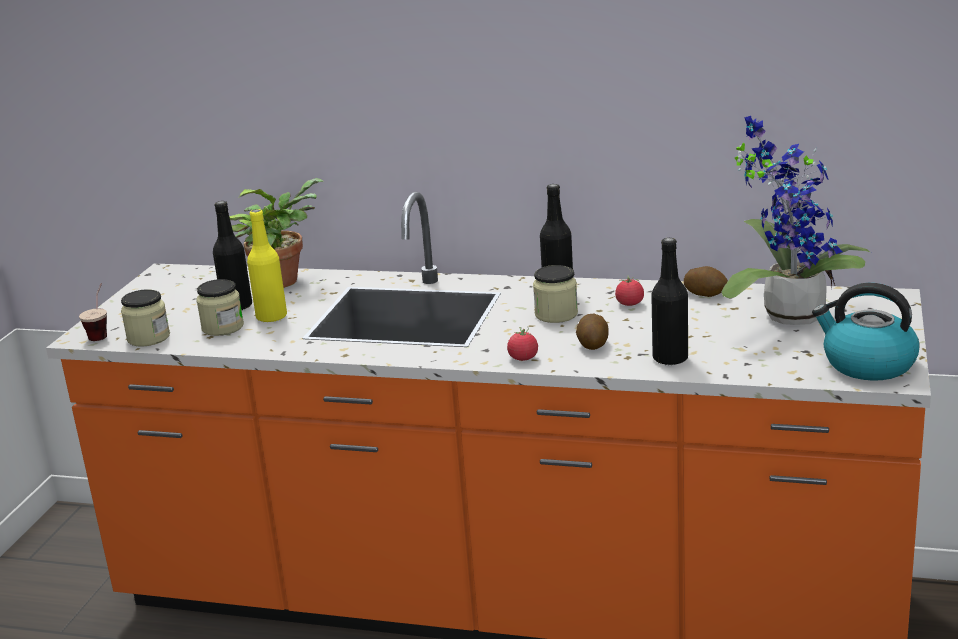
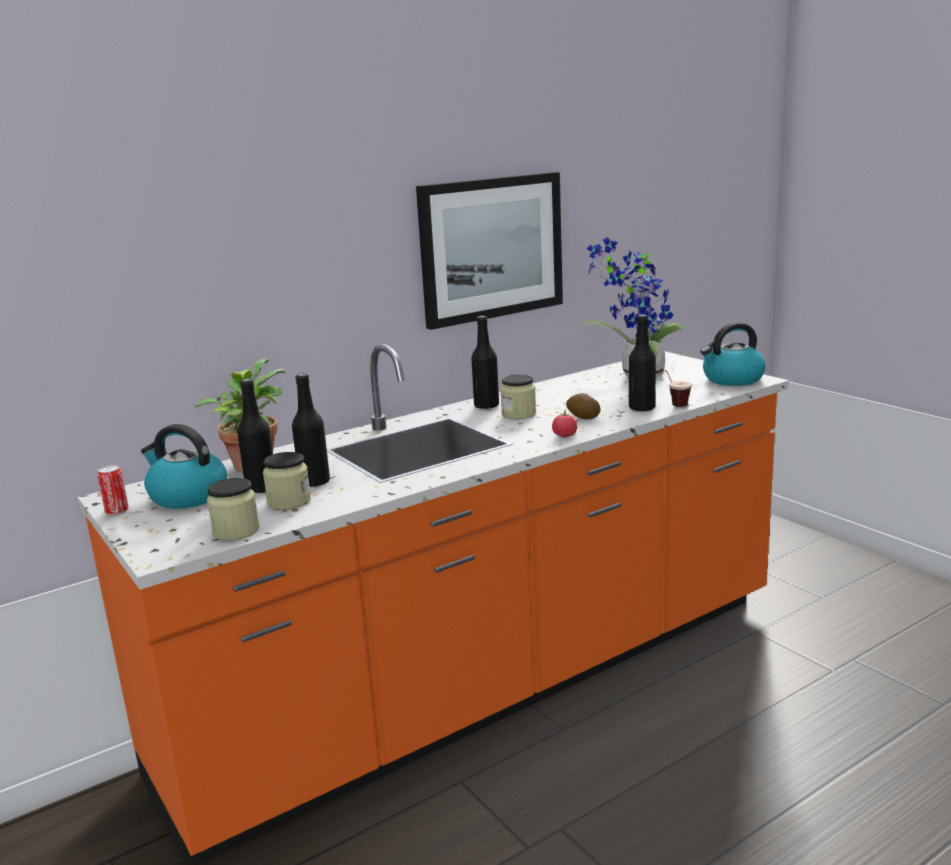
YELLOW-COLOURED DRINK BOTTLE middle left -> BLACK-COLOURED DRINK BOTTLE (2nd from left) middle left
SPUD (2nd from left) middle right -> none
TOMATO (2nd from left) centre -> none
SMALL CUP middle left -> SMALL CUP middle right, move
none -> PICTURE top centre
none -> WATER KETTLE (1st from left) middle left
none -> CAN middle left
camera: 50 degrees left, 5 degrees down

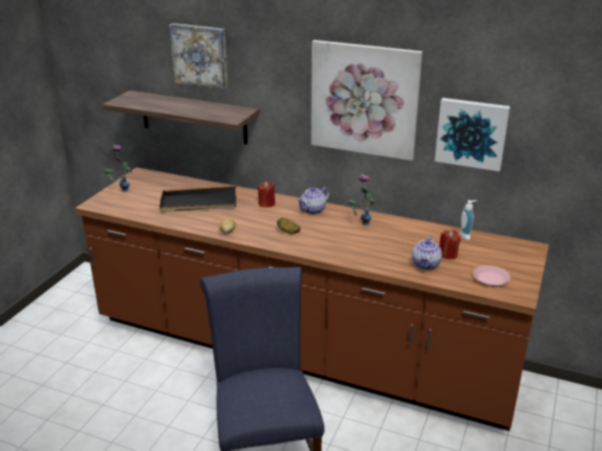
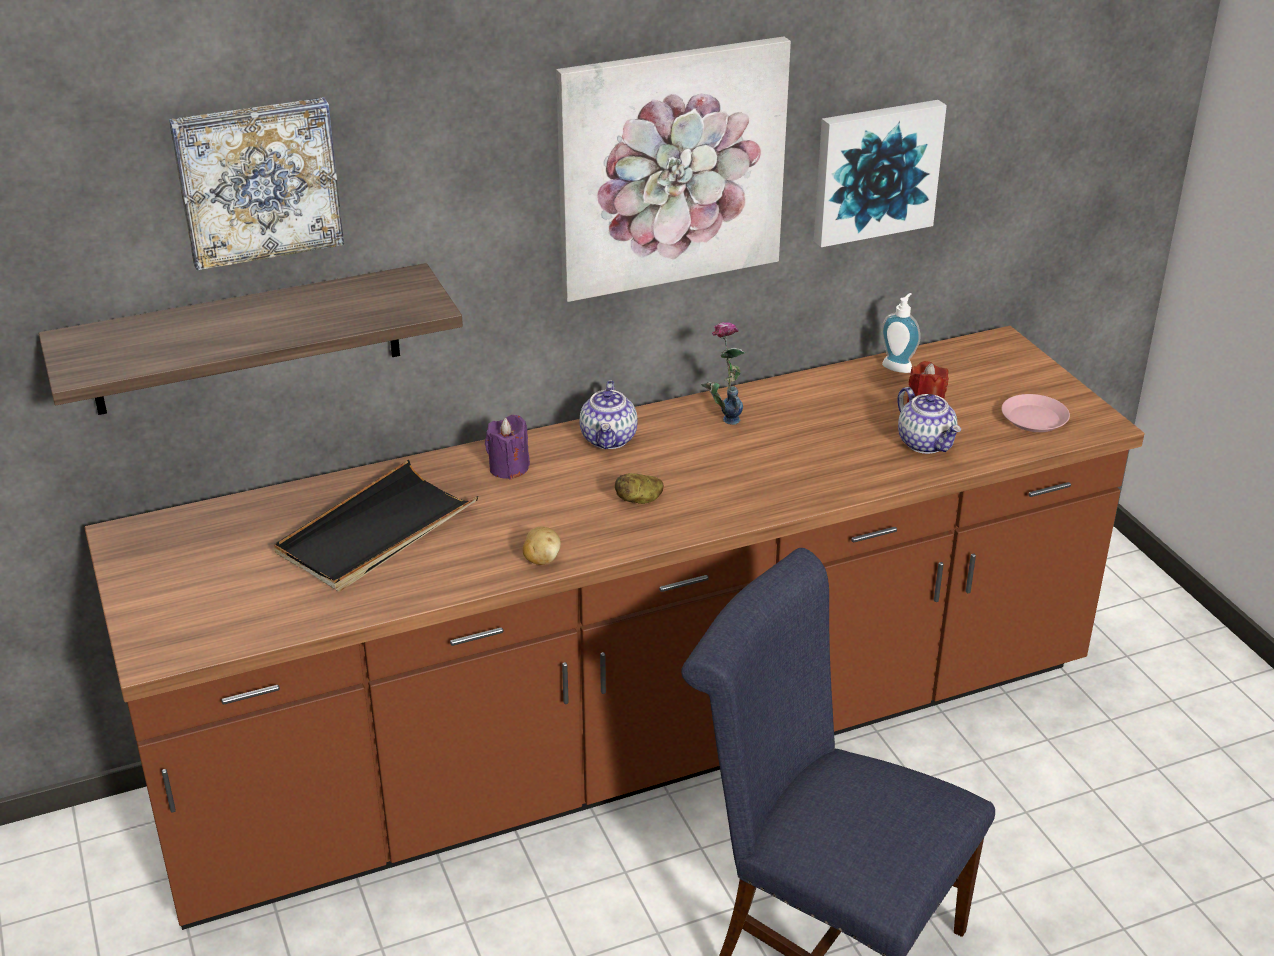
DECORATIVE VASE (1st from left) middle left -> none
REDDISH WAX LIGHT (1st from left) centre -> PURPLE WAX LIGHT centre
camera: 45 degrees left, 5 degrees up

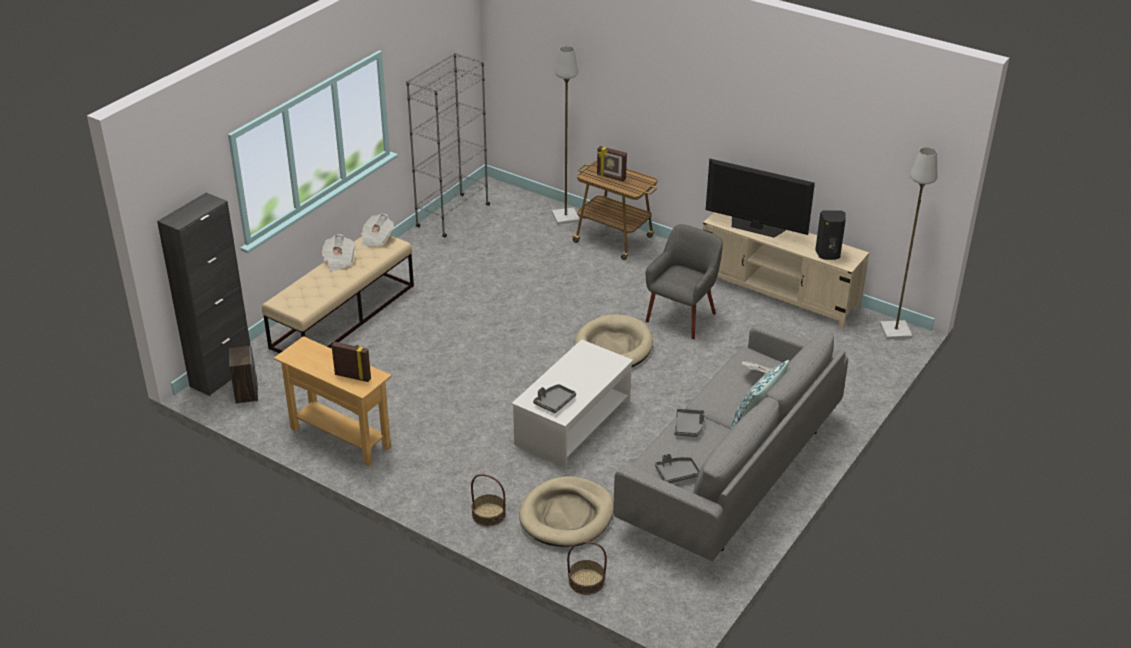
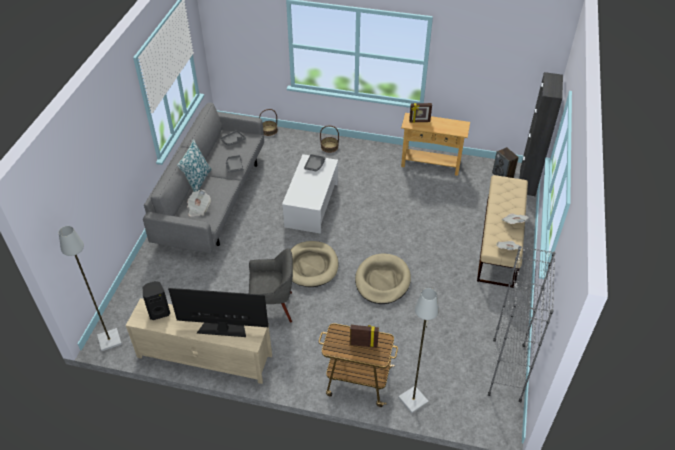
GREY LOUNGE CHAIR centre, 105 degrees counterclockwise
SAND-COLOURED PET BED (1st from left in the first image) bottom centre -> SAND-COLOURED PET BED (2nd from left) centre, move
camera: 160 degrees right, 10 degrees up

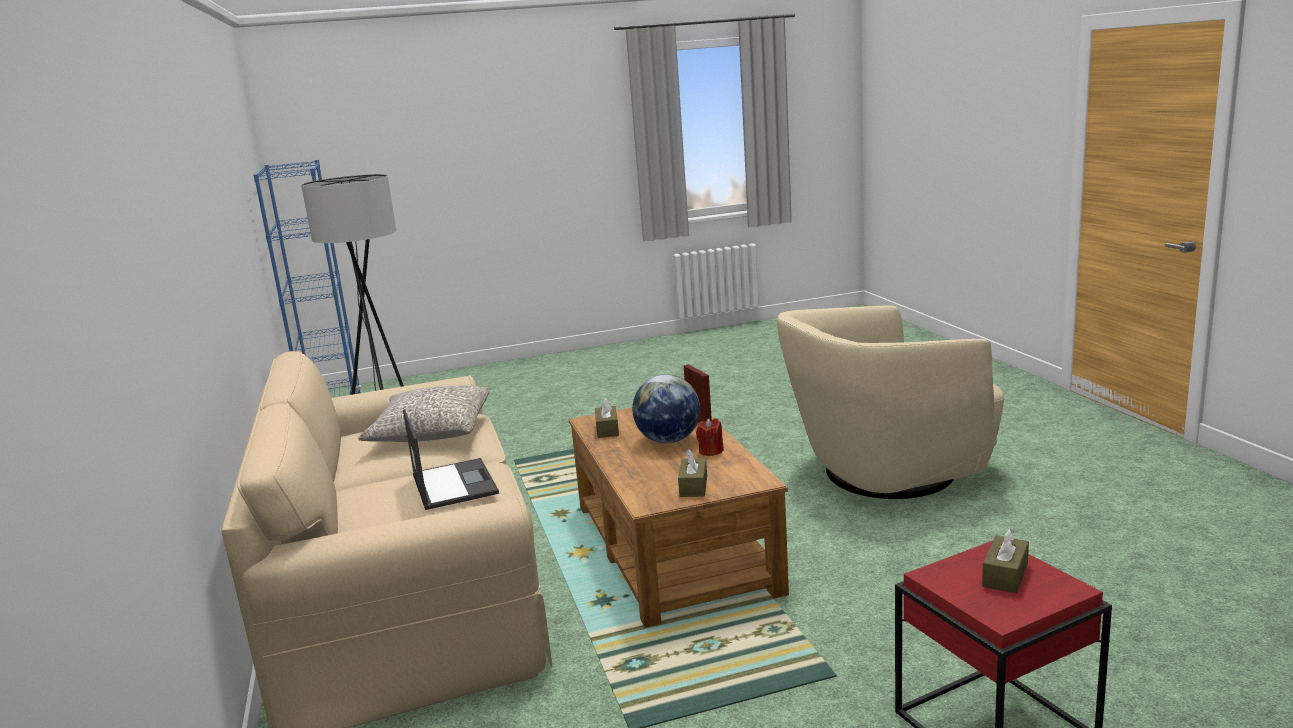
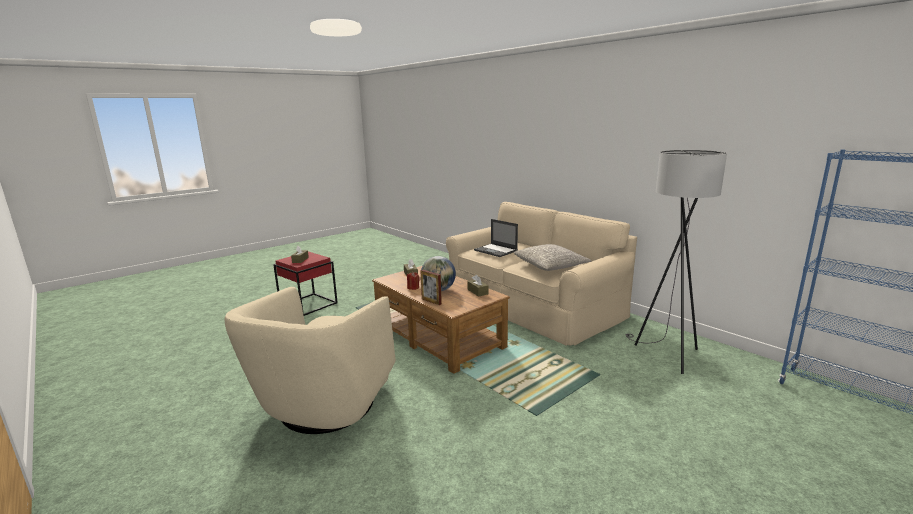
SAND-COLOURED LOUNGE CHAIR middle right -> SAND-COLOURED LOUNGE CHAIR bottom centre, 150 degrees clockwise
camera: 155 degrees right, 0 degrees up

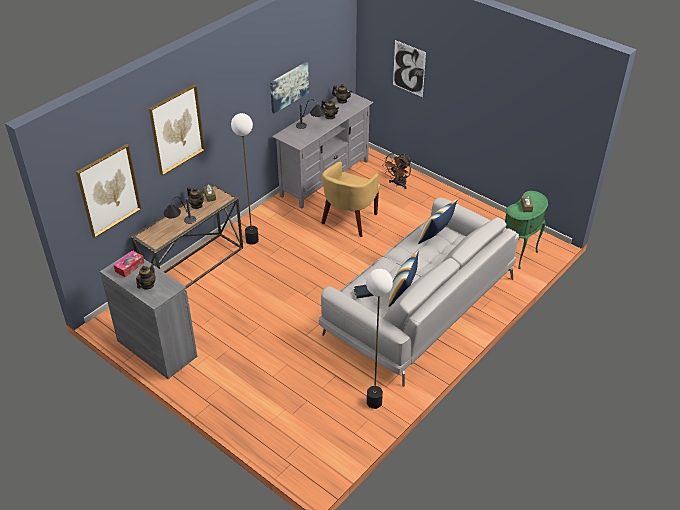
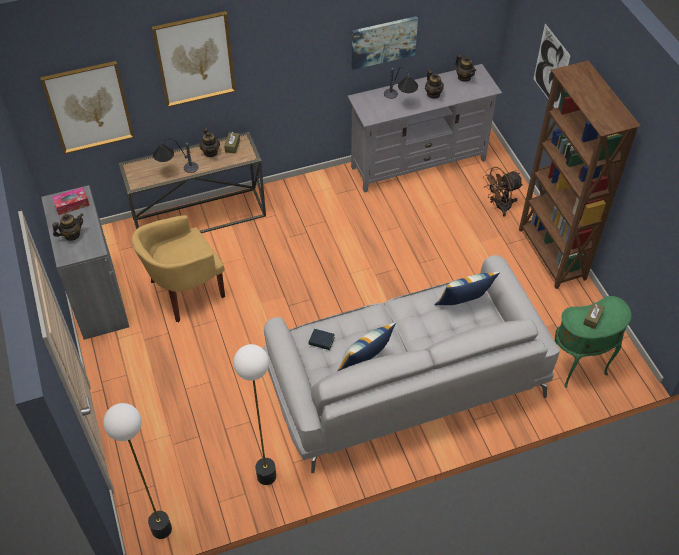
STANDING LAMP (1st from left) centre -> STANDING LAMP (1st from left) bottom left, move
YELLOW-COLOURED LOUNGE CHAIR centre -> YELLOW-COLOURED LOUNGE CHAIR middle left, move
none -> BROWNISH BOOKSHELF top right
camera: 30 degrees right, 10 degrees up

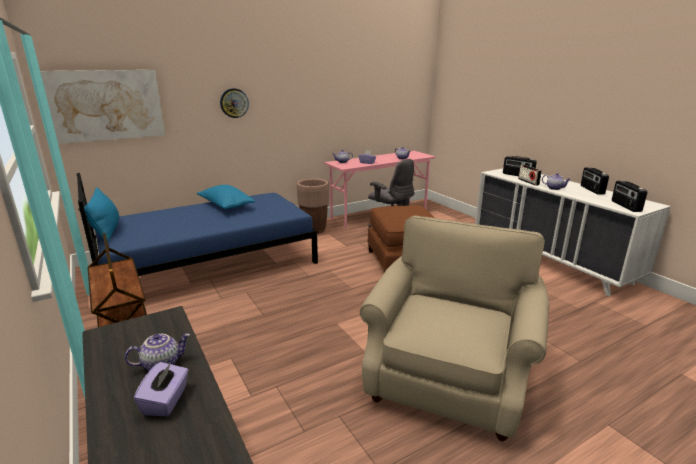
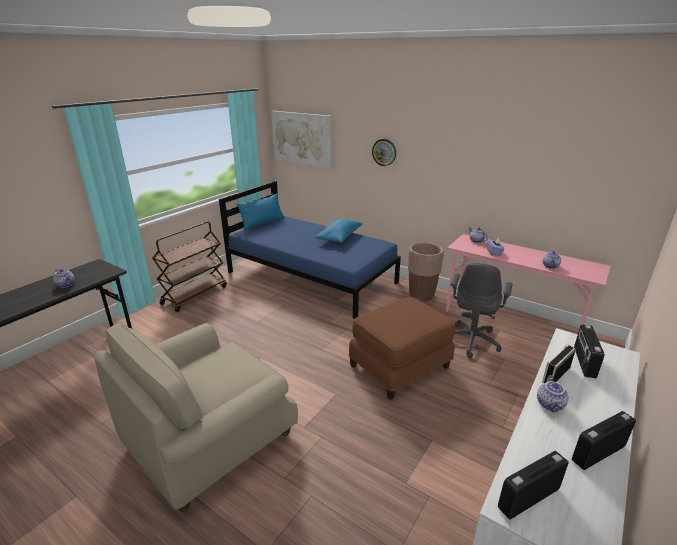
SAND-COLOURED LOUNGE CHAIR bottom centre -> SAND-COLOURED LOUNGE CHAIR bottom left, 135 degrees clockwise
PURPLE BOX OF TISSUES (1st from left) bottom left -> none
camera: 65 degrees right, 5 degrees up

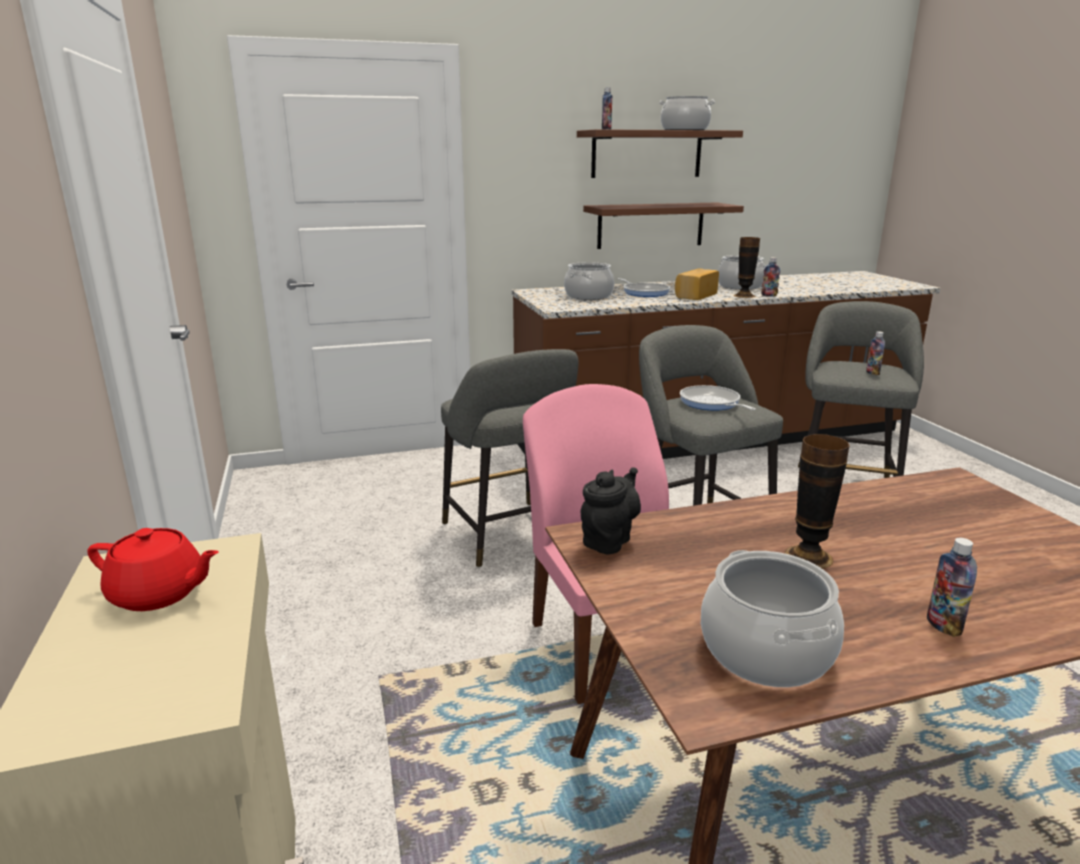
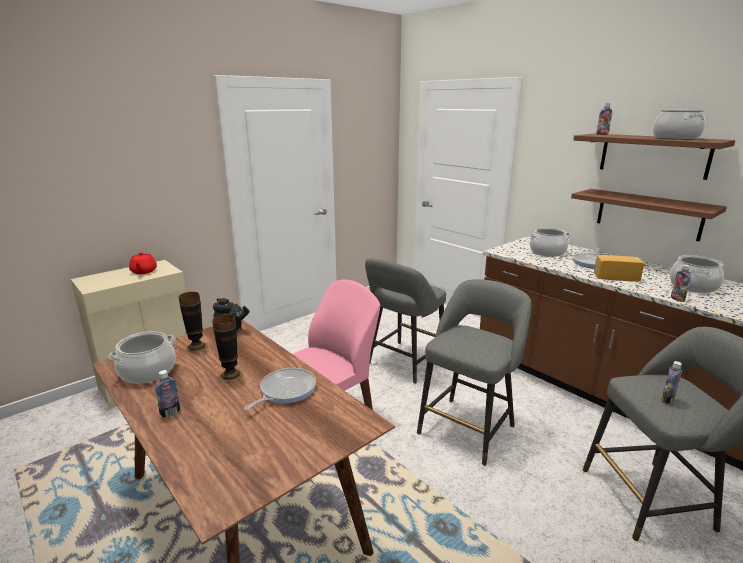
DECORATIVE VASE (1st from left) top right -> DECORATIVE VASE (1st from left) middle left, move
PAN (2nd from left in the first image) centre -> PAN (1st from left) bottom centre, move
camera: 65 degrees right, 0 degrees up

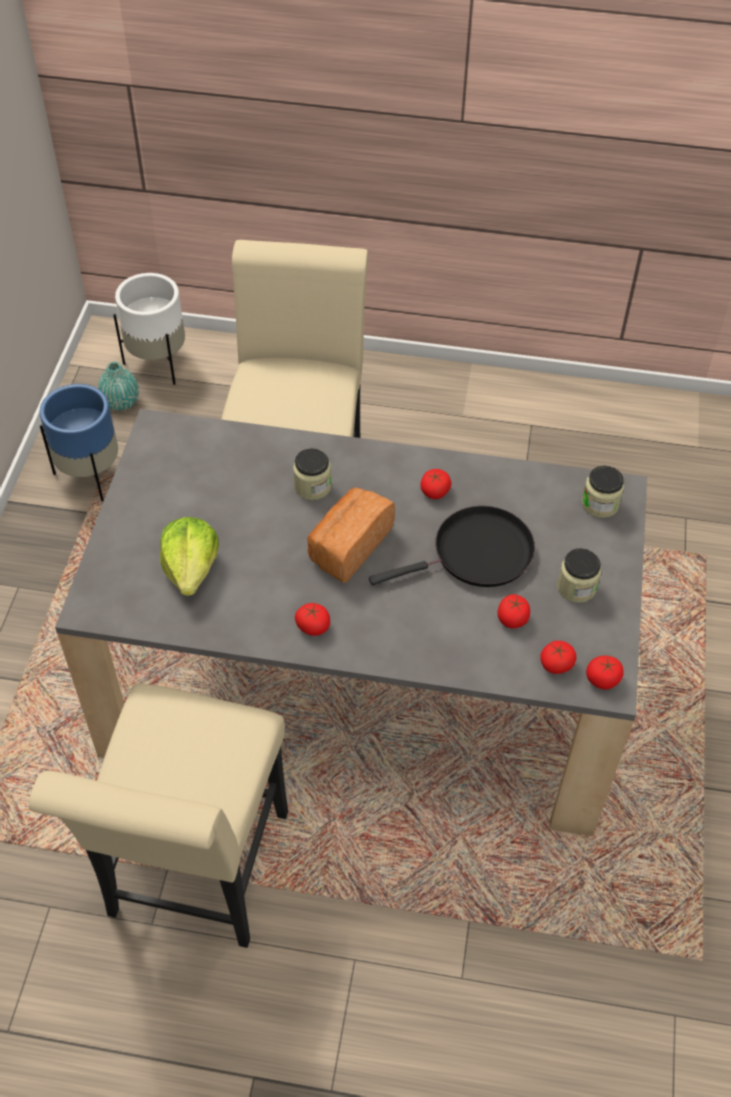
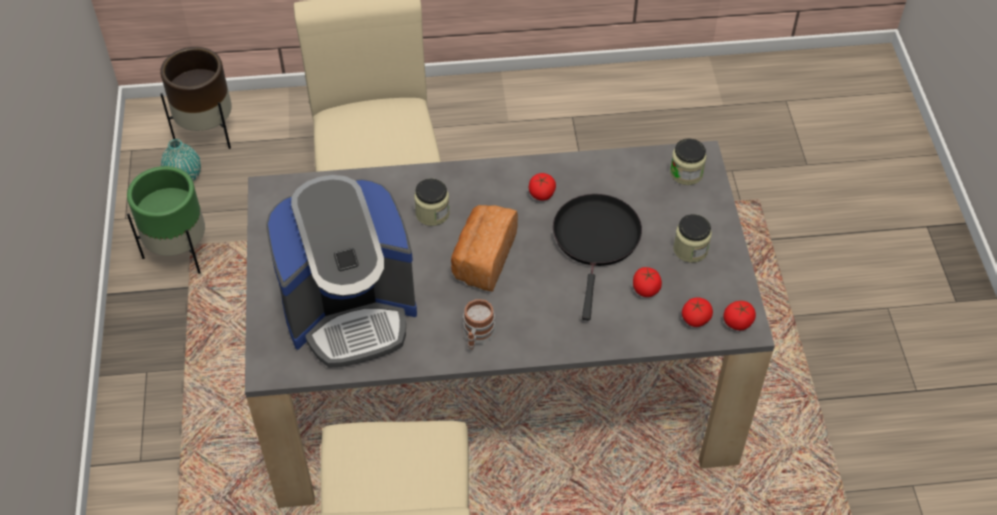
WHITE-COLOURED PLANT POT top left -> BROWNISH PLANT POT top left
BLUISH PLANT POT middle left -> GREEN PLANT POT middle left
BLACK-COLOURED PAN centre, 45 degrees counterclockwise
LETTUCE middle left -> COFFEE MACHINE centre
TOMATO (1st from left) centre -> COFFEE MUG centre
camera: 15 degrees left, 0 degrees up

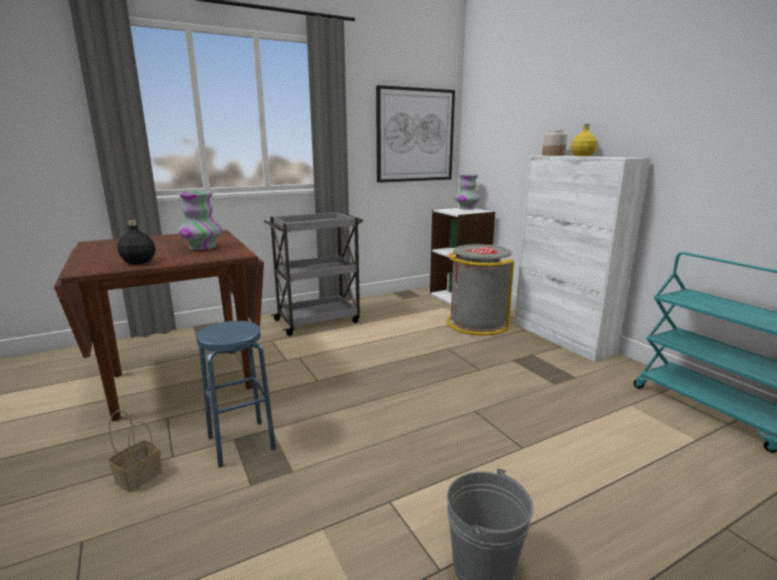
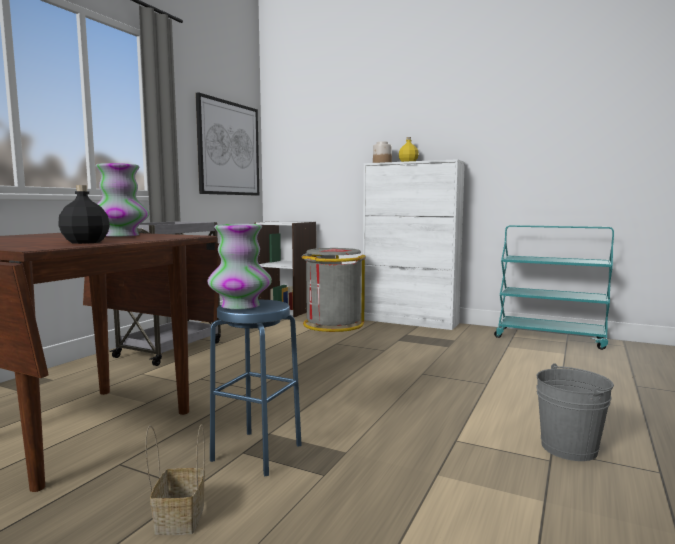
DECORATIVE VASE (2nd from left) top centre -> DECORATIVE VASE (2nd from left) centre, move
camera: 35 degrees left, 10 degrees down

